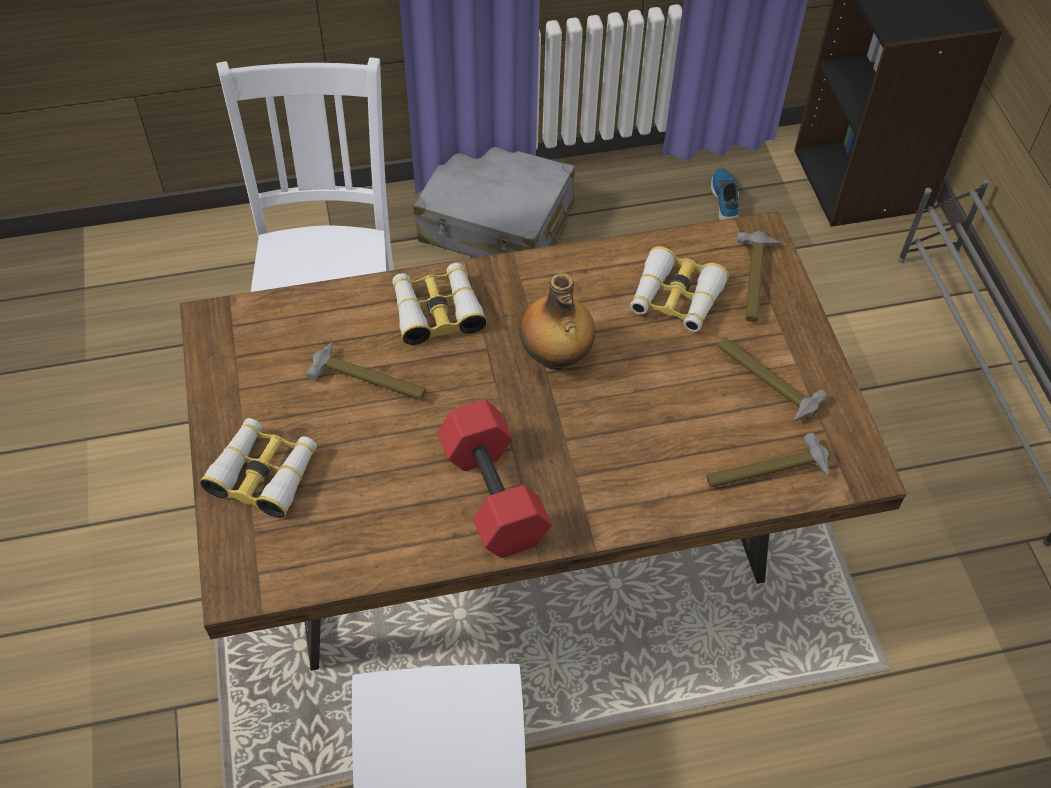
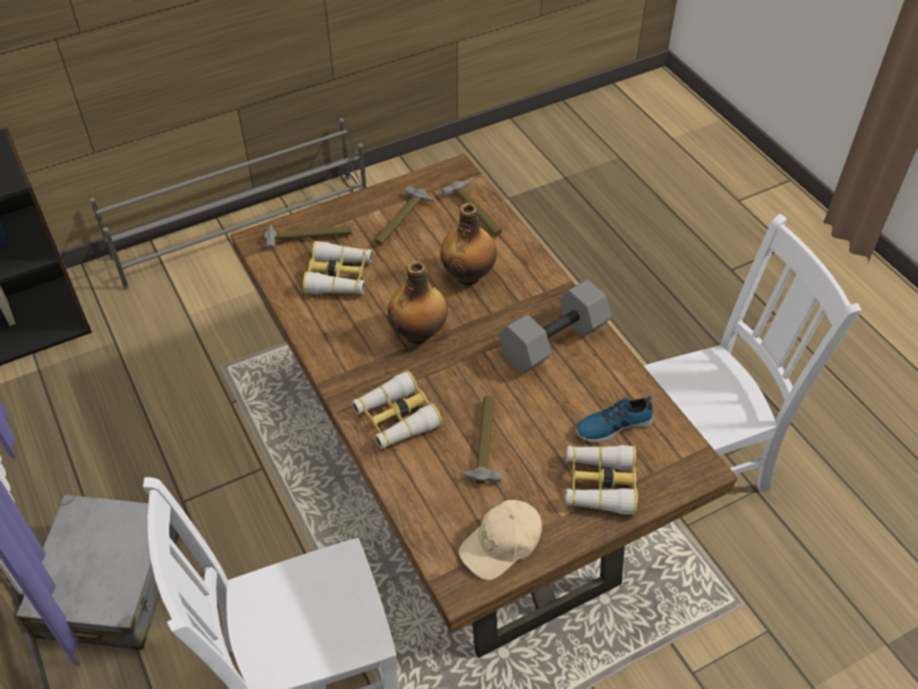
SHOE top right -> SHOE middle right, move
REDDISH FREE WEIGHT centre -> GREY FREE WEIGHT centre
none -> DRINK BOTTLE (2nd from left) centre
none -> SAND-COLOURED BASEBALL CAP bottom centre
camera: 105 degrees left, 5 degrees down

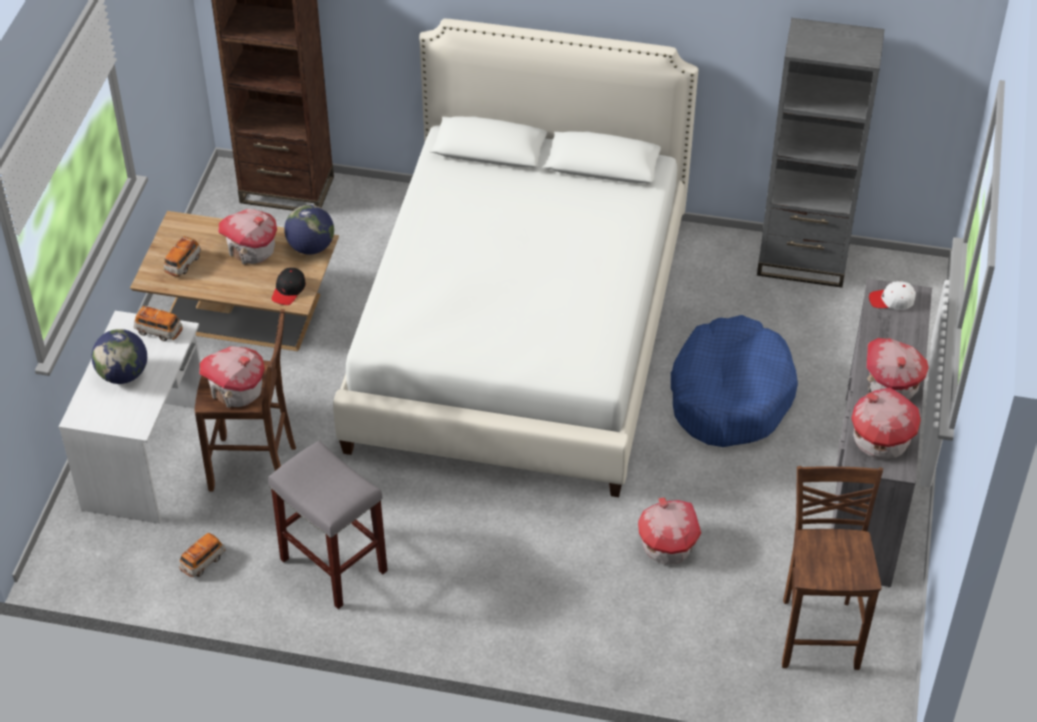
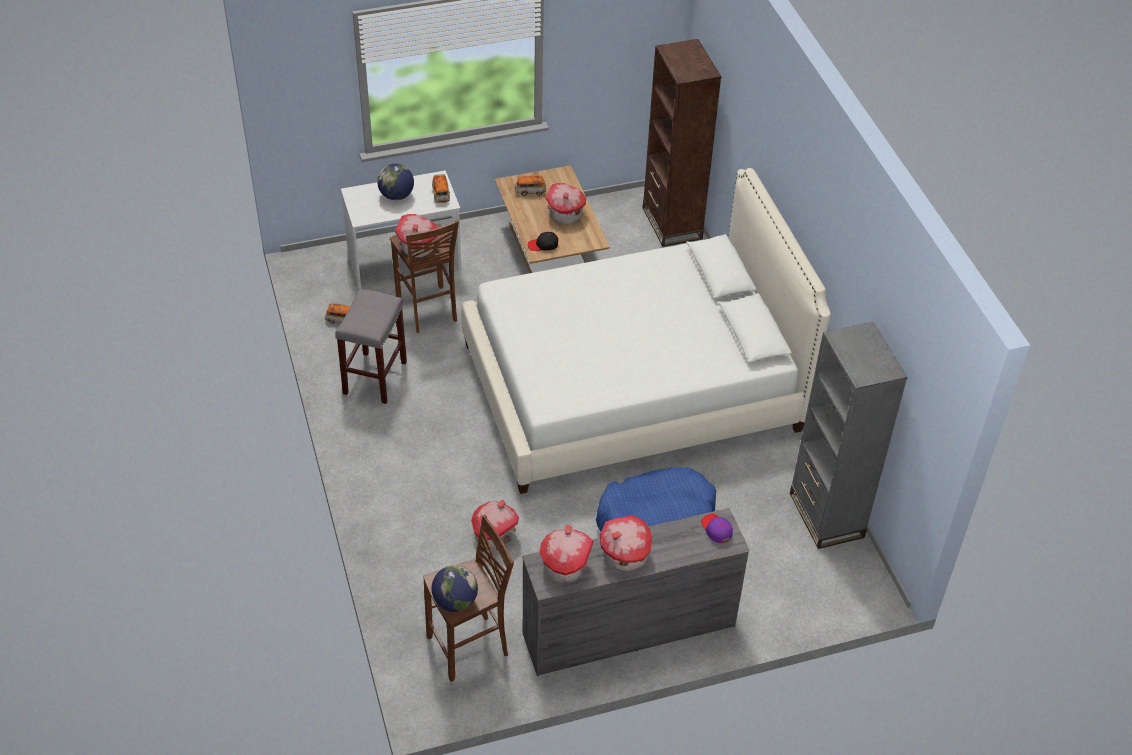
DESK GLOBE (2nd from left) top left -> DESK GLOBE (2nd from left) bottom centre, move
WHITE-COLOURED BASEBALL CAP middle right -> PURPLE BASEBALL CAP bottom centre
camera: 60 degrees right, 0 degrees up

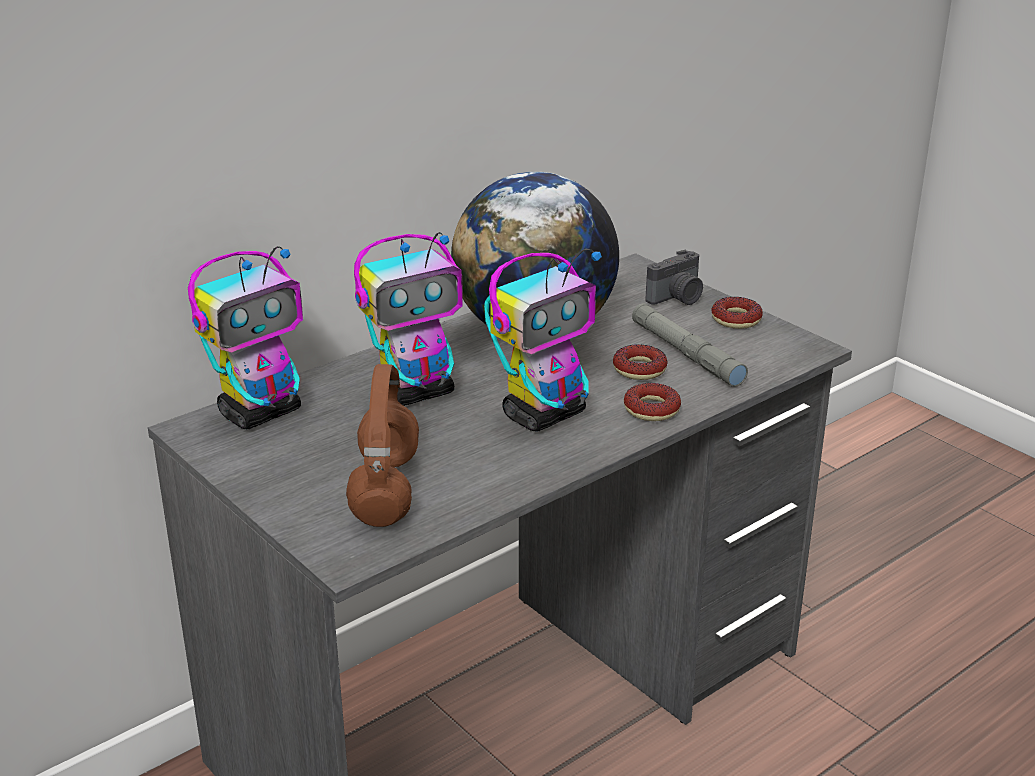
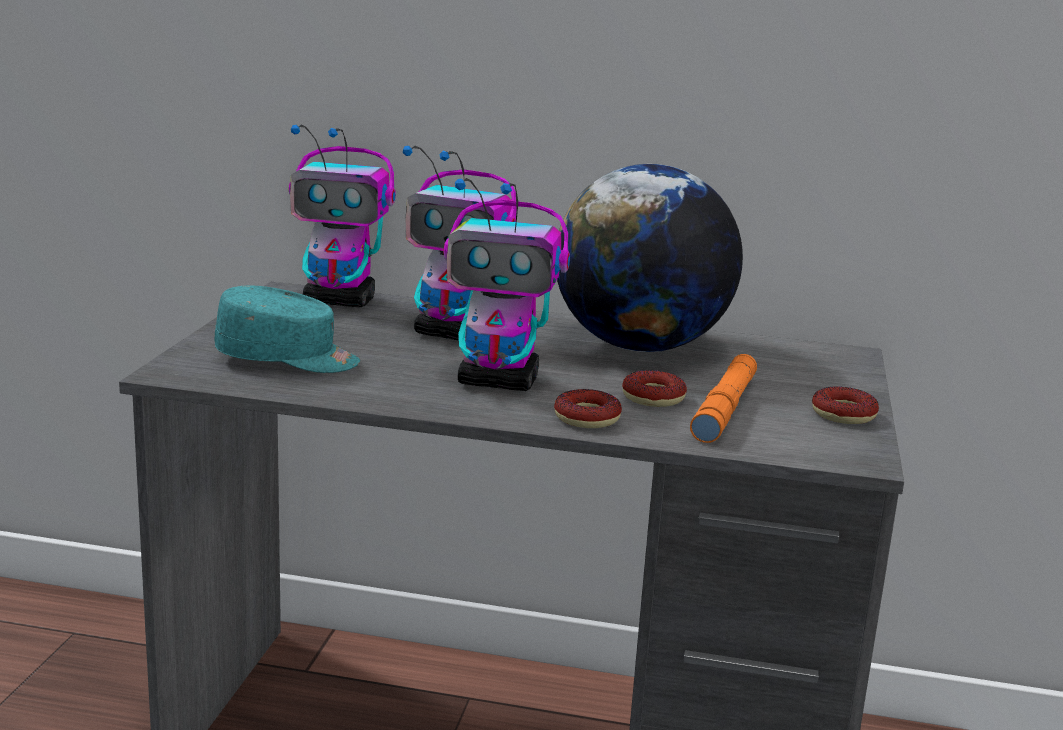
PHOTO CAMERA centre -> none
GREY TORCH middle right -> ORANGE-COLOURED TORCH middle right
BROWNISH HEADPHONES centre -> TURQUOISE-COLOURED BASEBALL CAP middle left
camera: 50 degrees right, 10 degrees down

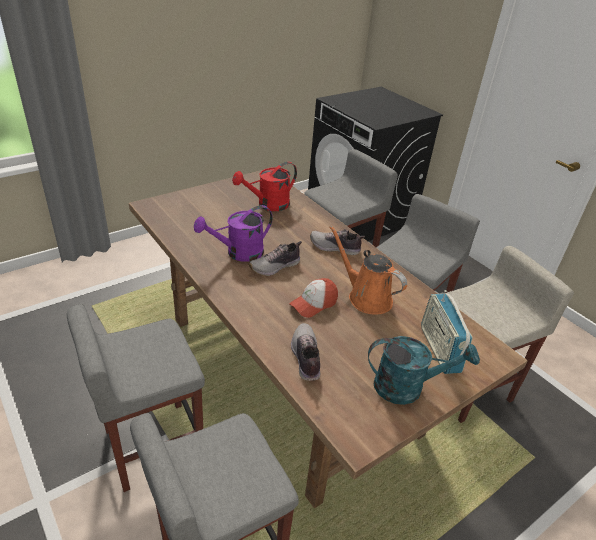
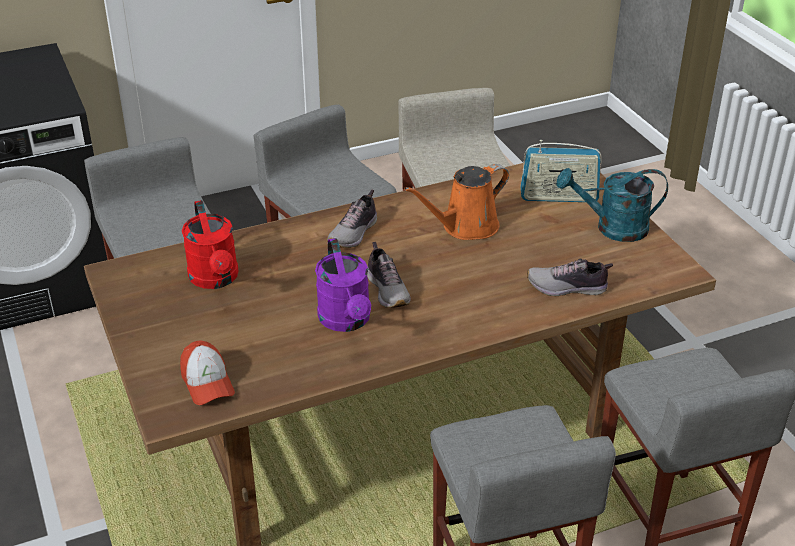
BASEBALL CAP centre -> BASEBALL CAP bottom left, move
TURQUOISE-COLOURED SPRINKLING CAN bottom right -> TURQUOISE-COLOURED SPRINKLING CAN middle right, 105 degrees counterclockwise
camera: 75 degrees left, 0 degrees up

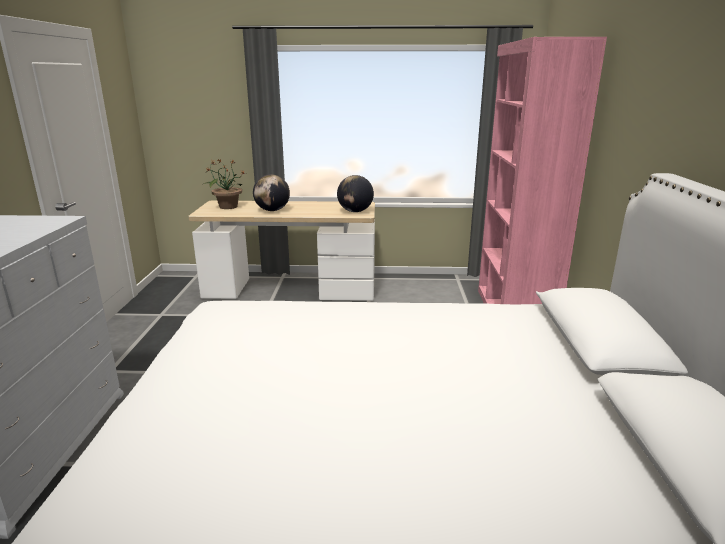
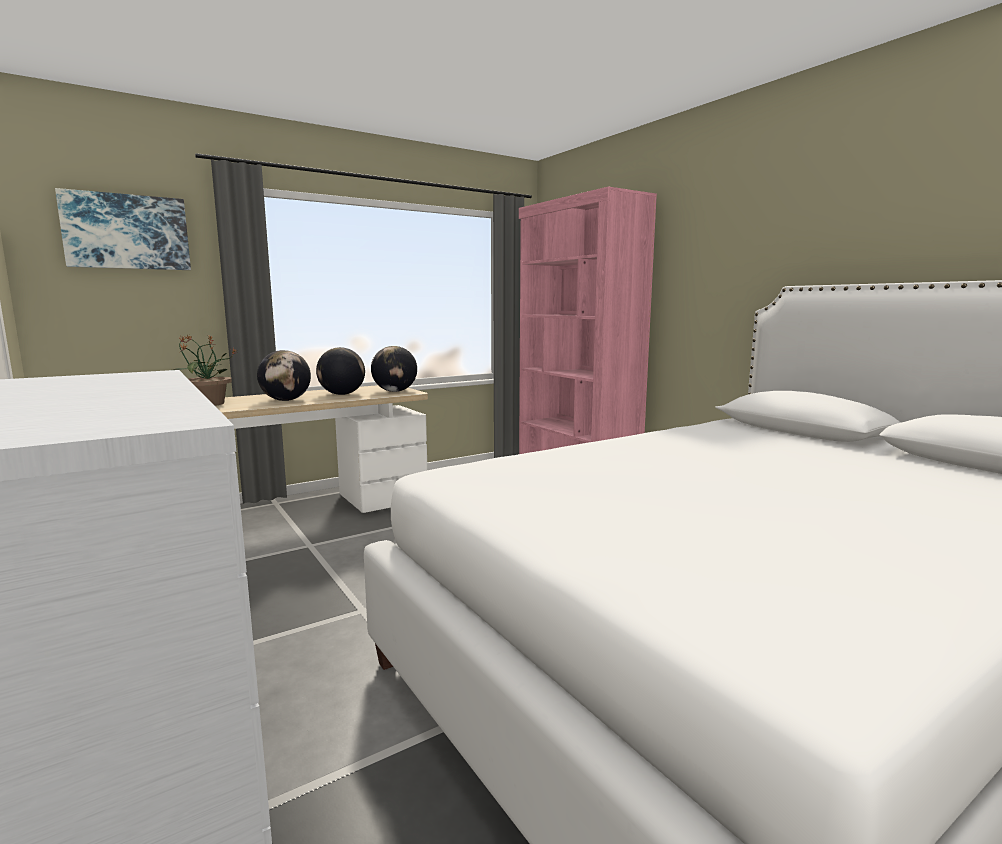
none -> PICTURE top left
none -> DESK GLOBE (2nd from left) centre
camera: 35 degrees left, 10 degrees down

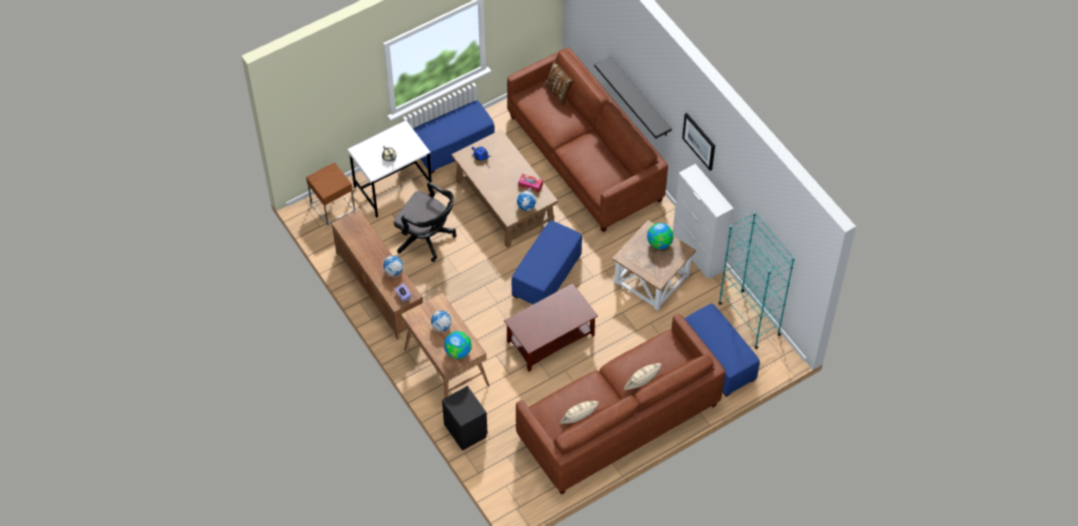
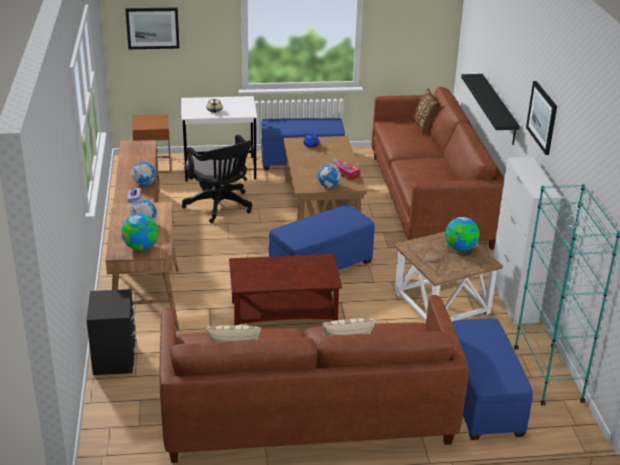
none -> PICTURE (1st from left) top left
camera: 25 degrees right, 25 degrees down

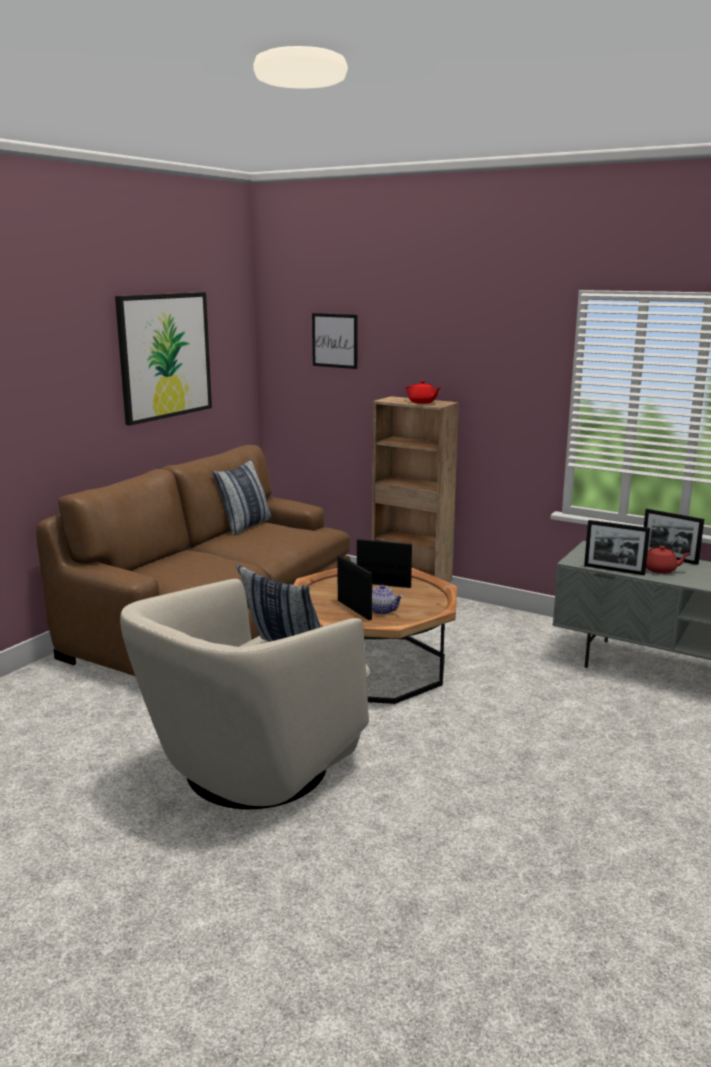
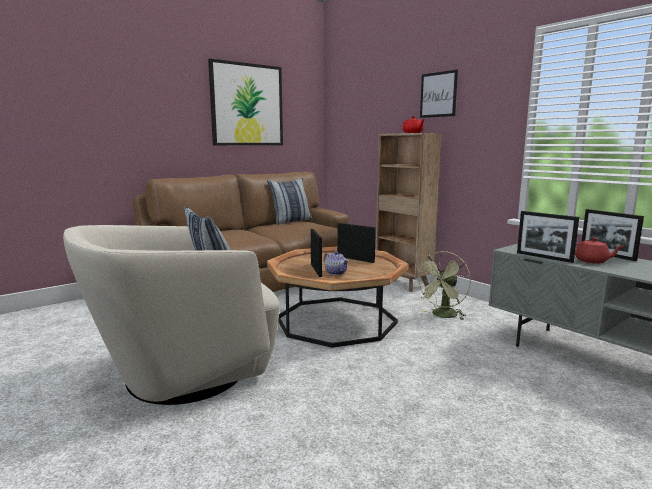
PICTURE (2nd from left) top centre -> PICTURE (2nd from left) top right, move
none -> GREEN COOLING FAN middle right
camera: 20 degrees right, 5 degrees down

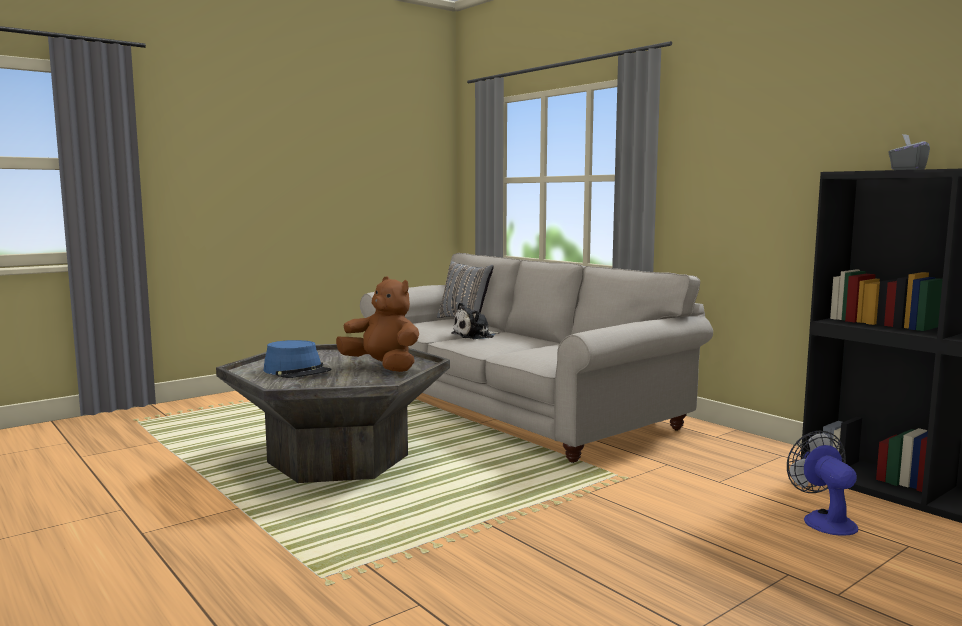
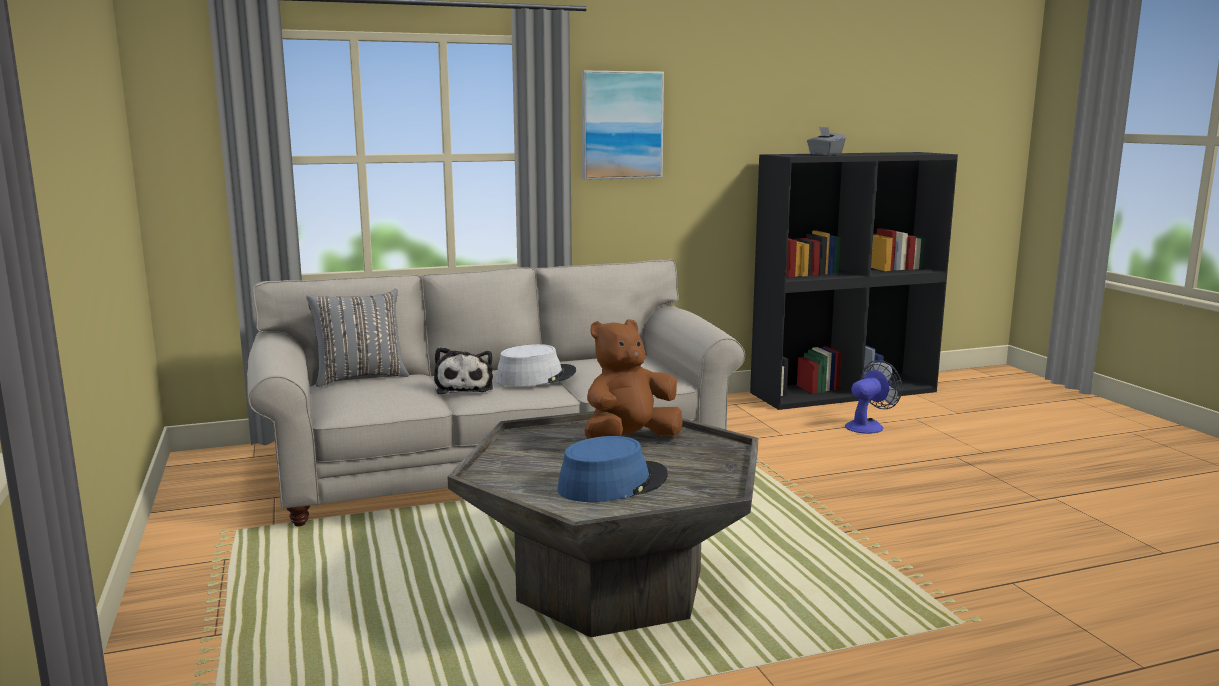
COOLING FAN bottom right -> COOLING FAN middle right, 135 degrees clockwise
none -> PICTURE top centre
none -> GREY WEARABLE HAT centre
camera: 70 degrees left, 5 degrees up

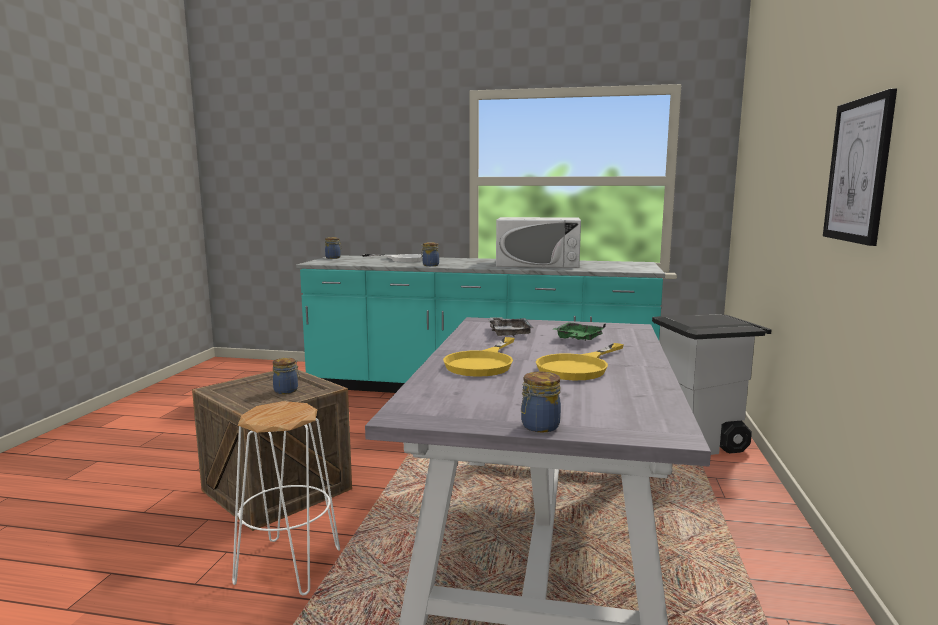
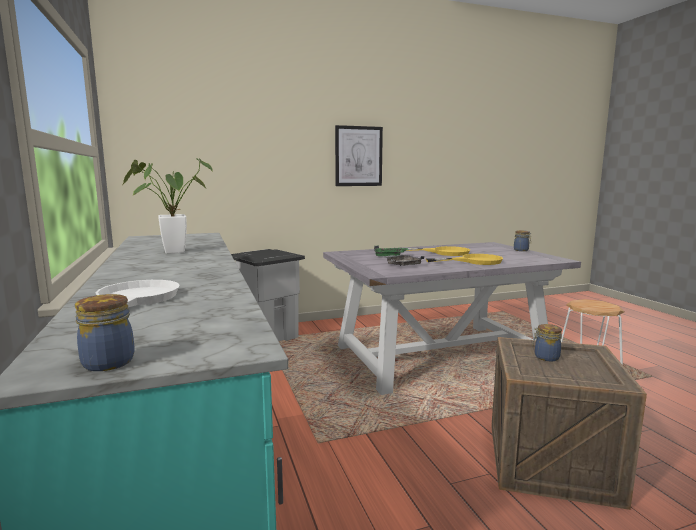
WHITE-COLOURED MICROWAVE centre -> POTTED PLANT middle left
PRESERVE JAR (3rd from left) centre -> none
camera: 120 degrees left, 0 degrees up

